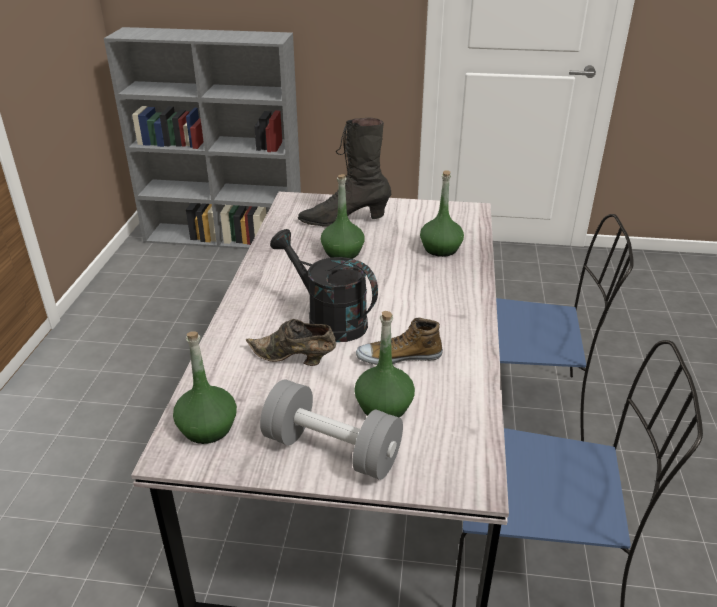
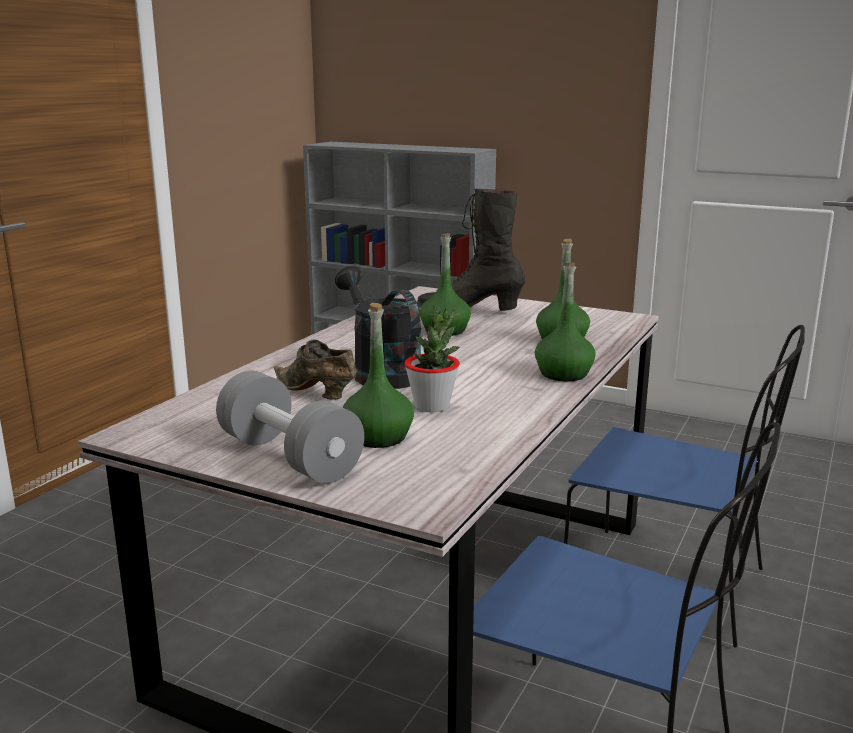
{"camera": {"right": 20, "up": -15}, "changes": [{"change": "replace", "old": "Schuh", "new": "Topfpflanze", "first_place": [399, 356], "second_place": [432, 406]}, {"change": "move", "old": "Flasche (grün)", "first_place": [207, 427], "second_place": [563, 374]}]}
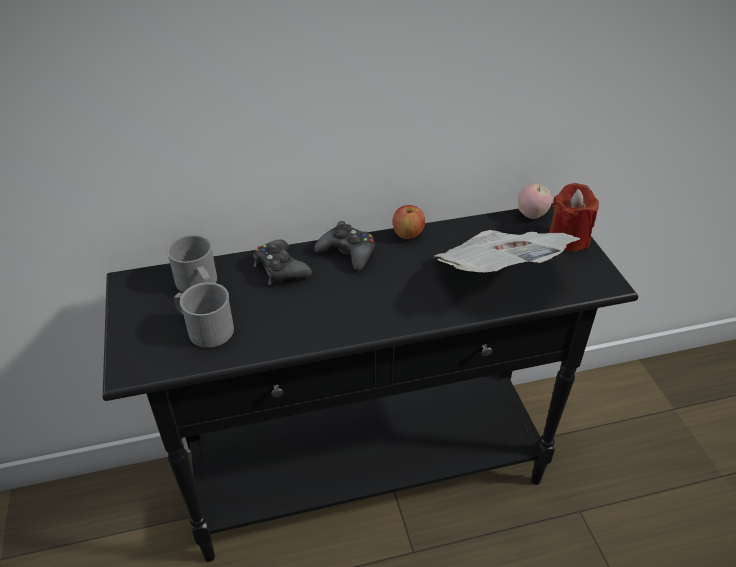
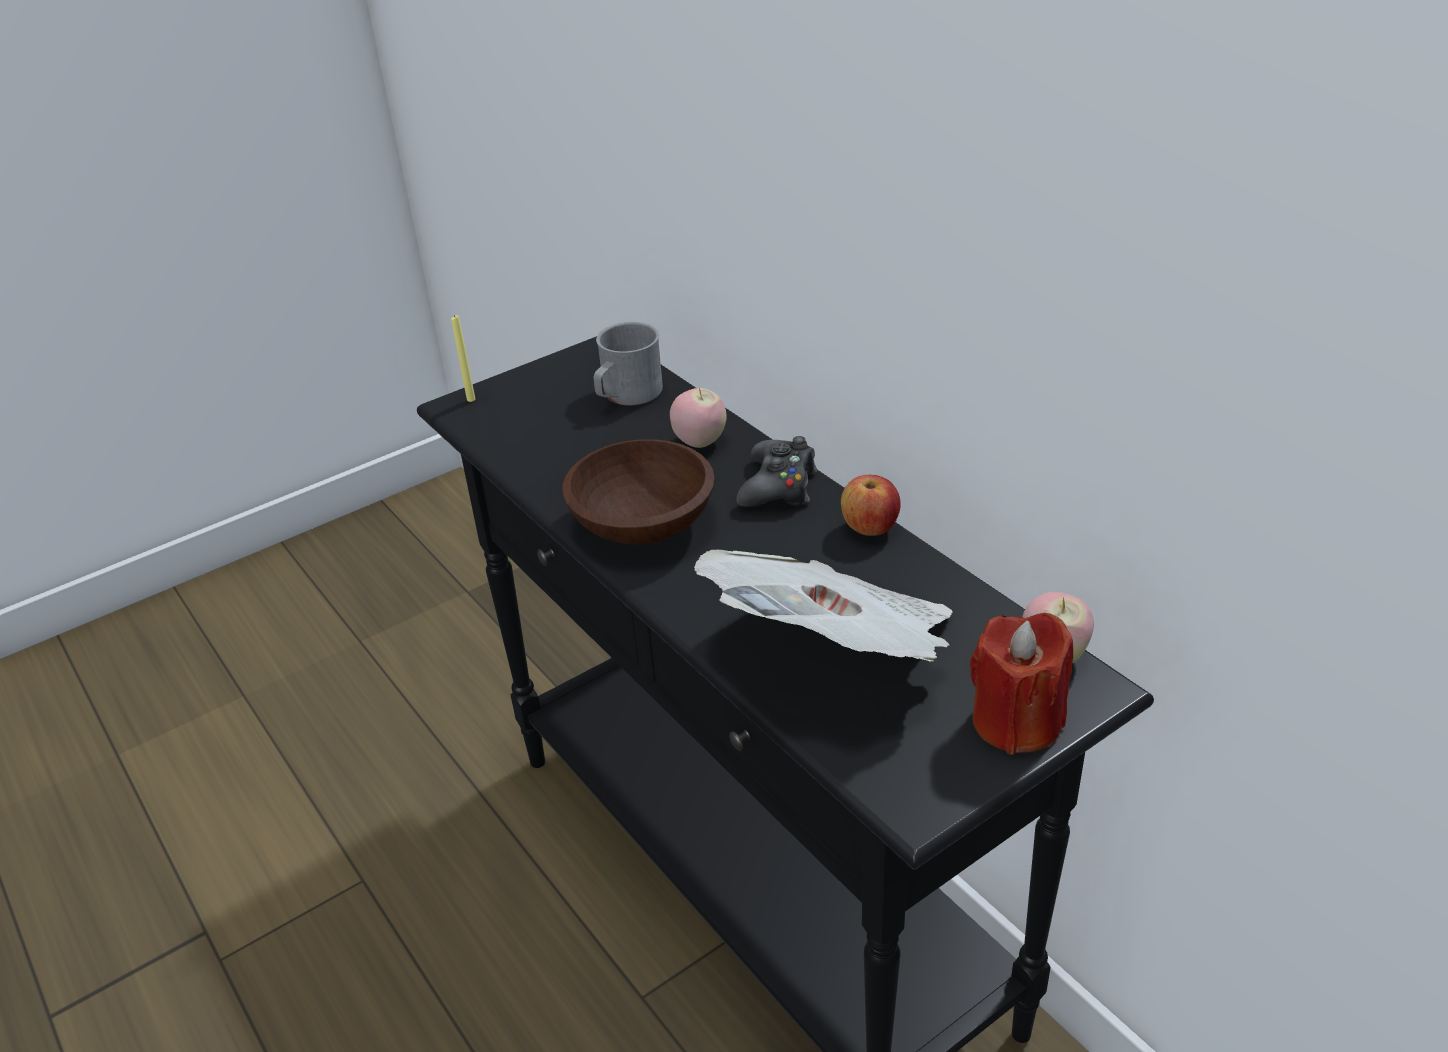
{"camera": {"right": 70, "up": -5}, "changes": [{"change": "replace", "old": "Gamepad (schwarz)", "new": "Apfel", "first_place": [280, 269], "second_place": [699, 442]}, {"change": "delete", "old": "Henkelbecher (grau)", "first_place": [205, 328]}, {"change": "insert", "new": "Kerze (gelb)", "second_place": [471, 399]}, {"change": "insert", "new": "Schüssel (braun)", "second_place": [644, 522]}]}
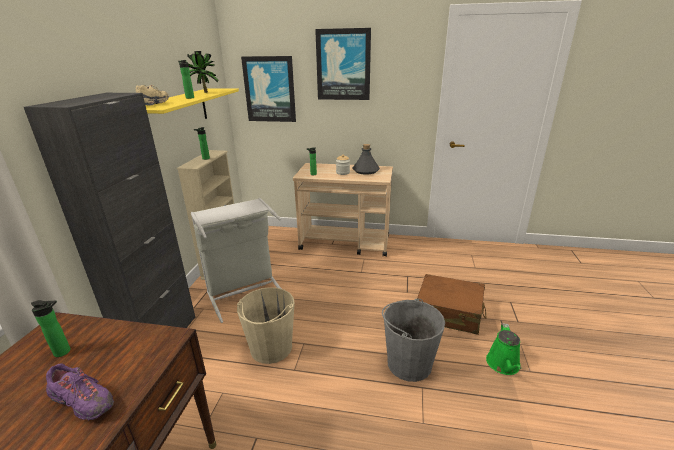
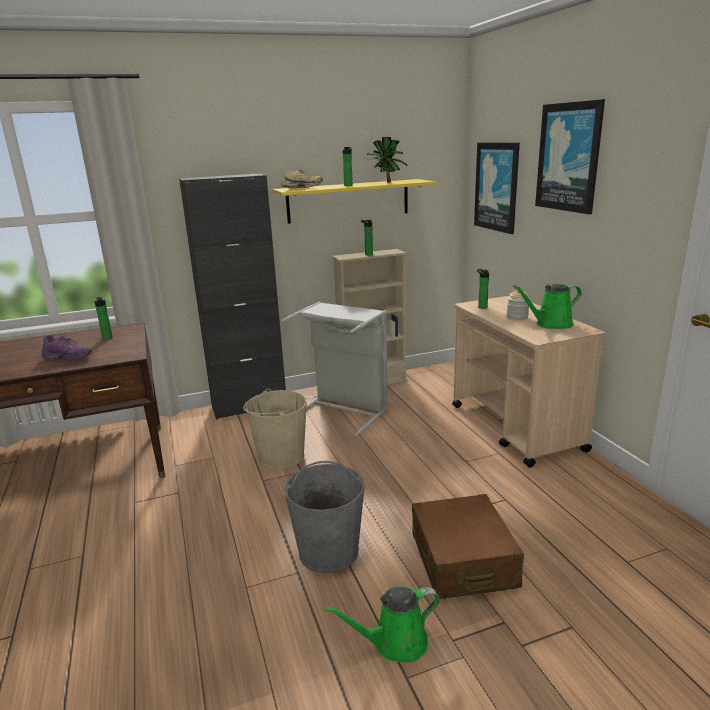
{"camera": {"right": 60, "up": -5}, "changes": [{"change": "replace", "old": "Flasche (grau)", "new": "Gießkanne (grün)", "first_place": [366, 171], "second_place": [551, 324]}, {"change": "rotate", "old": "Schuh (lila)", "first_place": [83, 402], "second_place": [68, 358], "degrees": -75}]}
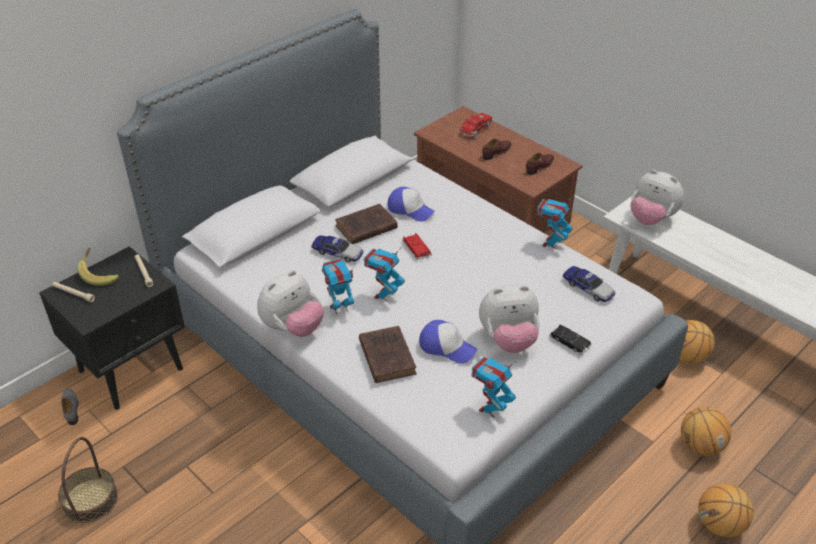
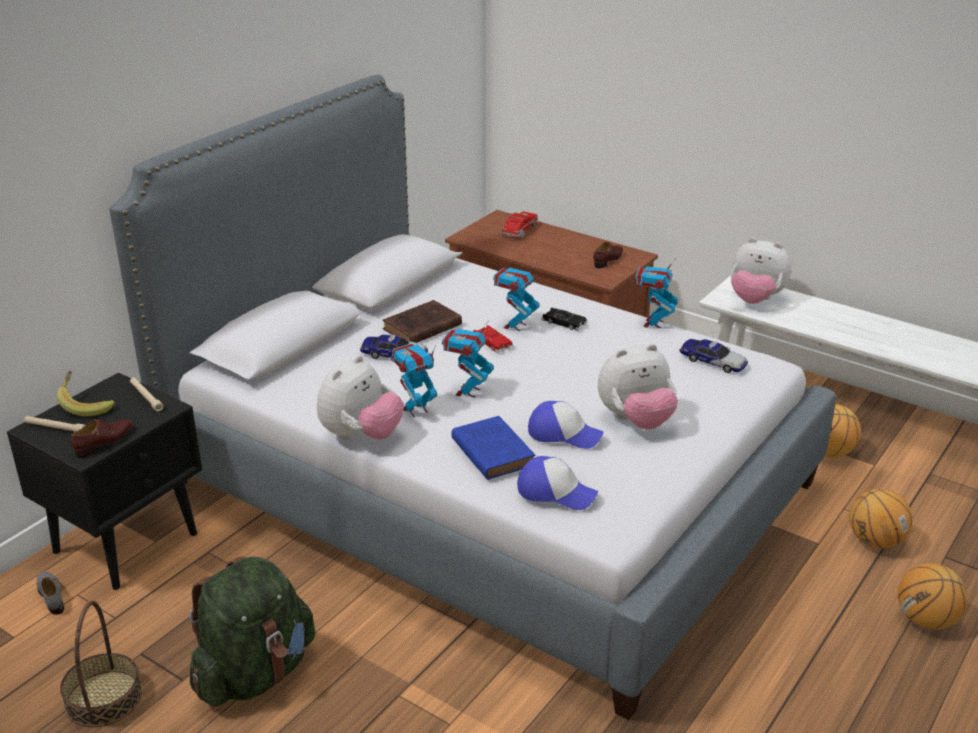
{"camera": {"right": -10, "up": -10}, "changes": [{"change": "move", "old": "Schuh (braun)", "first_place": [497, 152], "second_place": [105, 442]}, {"change": "move", "old": "Kappe", "first_place": [410, 209], "second_place": [556, 492]}, {"change": "move", "old": "Spielzeugauto (schwarz)", "first_place": [570, 342], "second_place": [564, 322]}, {"change": "recolor", "old": "Buch (braun)", "new": "Buch (blau)", "first_place": [386, 356], "second_place": [491, 451]}, {"change": "move", "old": "Spielzeugroboter", "first_place": [490, 409], "second_place": [515, 326]}, {"change": "insert", "new": "Rucksack (grün)", "second_place": [255, 673]}]}
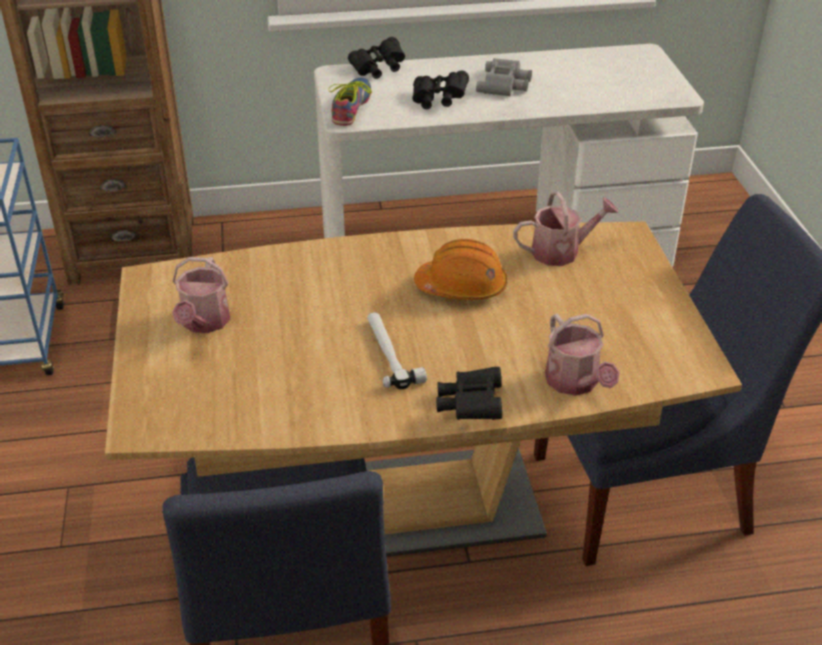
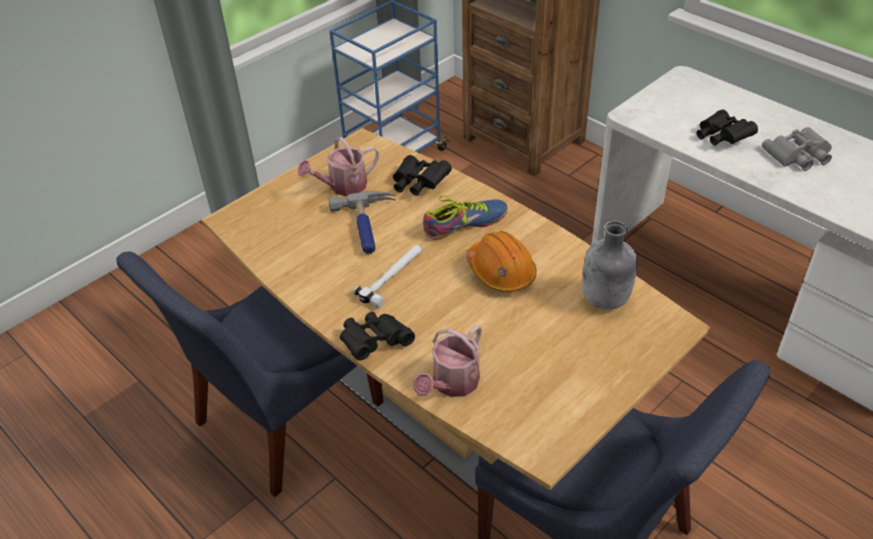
{"camera": {"right": 55, "up": 5}, "changes": [{"change": "move", "old": "Fernglas (schwarz)", "first_place": [378, 69], "second_place": [418, 184]}, {"change": "move", "old": "Schuh", "first_place": [351, 107], "second_place": [464, 224]}, {"change": "replace", "old": "Gießkanne", "new": "Flasche (grau)", "first_place": [561, 251], "second_place": [605, 300]}, {"change": "insert", "new": "Hammer", "second_place": [367, 227]}]}
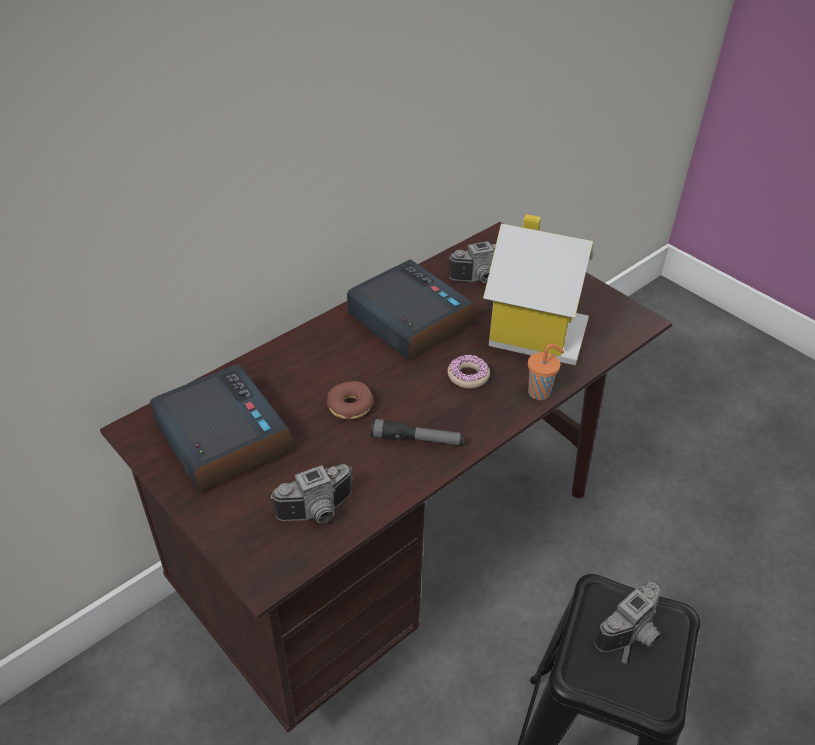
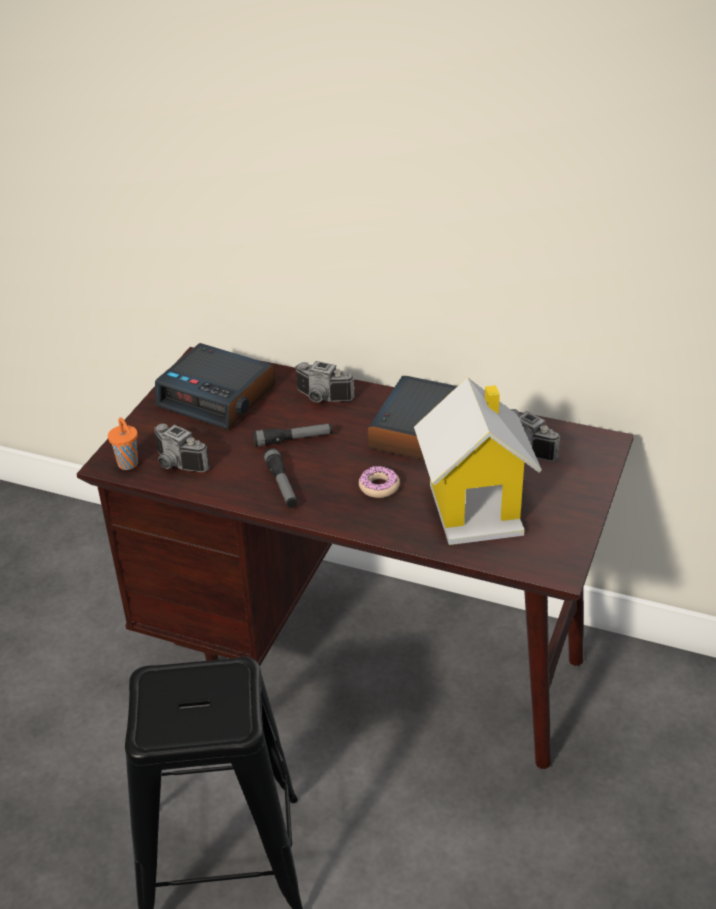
{"camera": {"right": 65, "up": -5}, "changes": [{"change": "move", "old": "Tasse (orange)", "first_place": [540, 393], "second_place": [129, 465]}, {"change": "rotate", "old": "Wecker", "first_place": [223, 437], "second_place": [218, 396], "degrees": 90}, {"change": "replace", "old": "Donut", "new": "Taschenlampe", "first_place": [350, 406], "second_place": [293, 439]}, {"change": "move", "old": "Kamera", "first_place": [634, 634], "second_place": [321, 399]}]}
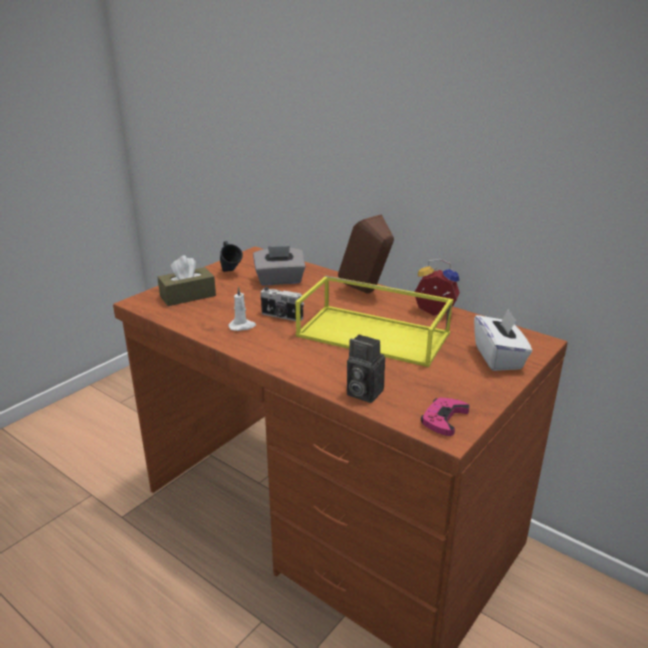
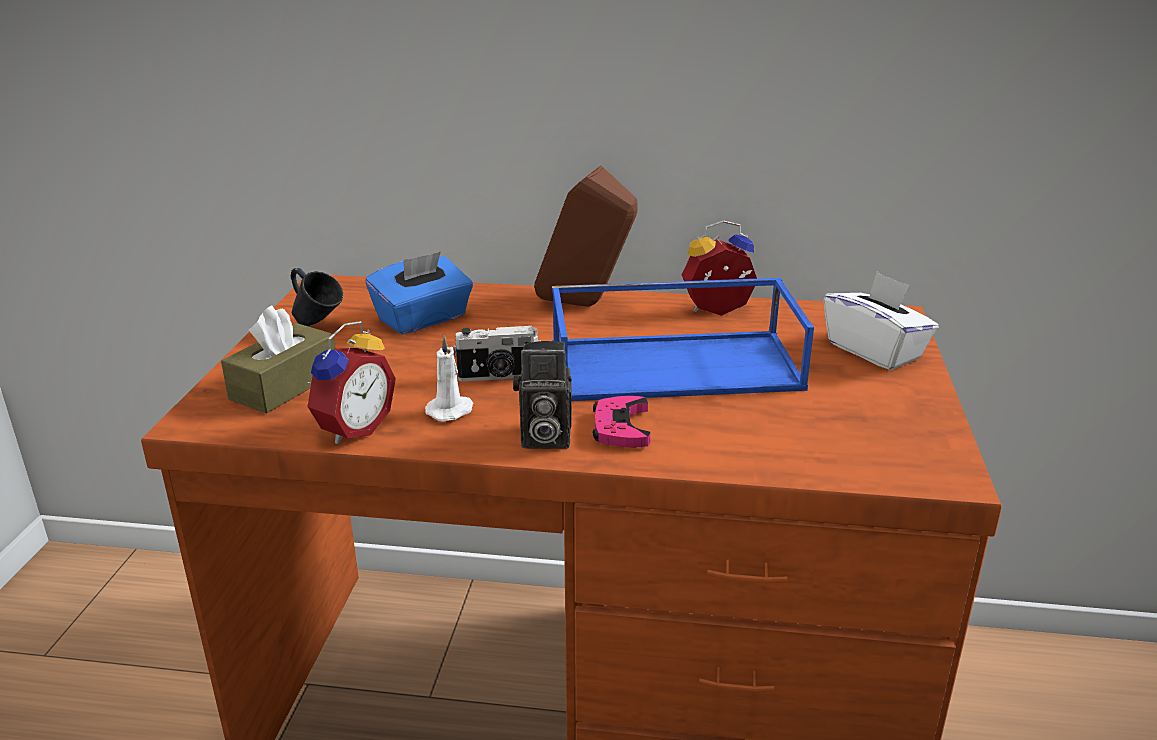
{"camera": {"right": -30, "up": 0}, "changes": [{"change": "recolor", "old": "Taschentuchbox (grau)", "new": "Taschentuchbox (blau)", "first_place": [280, 280], "second_place": [423, 319]}, {"change": "recolor", "old": "Tablett (gelb)", "new": "Tablett (blau)", "first_place": [375, 335], "second_place": [676, 365]}, {"change": "move", "old": "Kamera", "first_place": [362, 393], "second_place": [542, 438]}, {"change": "move", "old": "Gamepad (rosa)", "first_place": [443, 419], "second_place": [620, 428]}, {"change": "insert", "new": "Wecker", "second_place": [352, 428]}]}
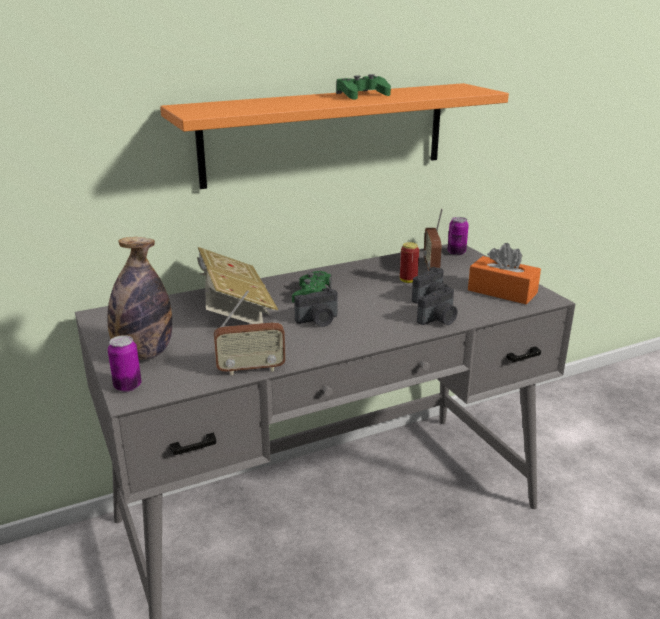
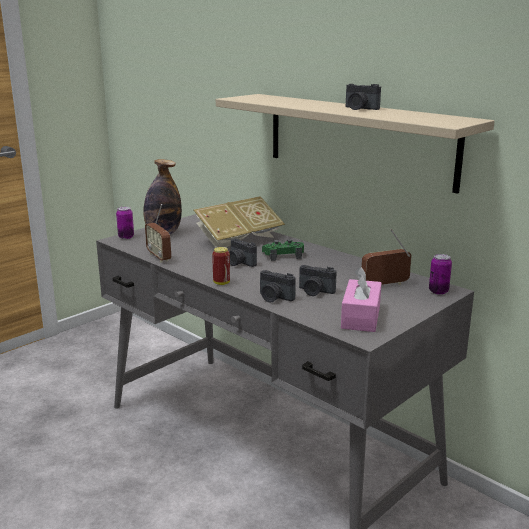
{"camera": {"right": 70, "up": -5}, "changes": [{"change": "replace", "old": "Gamepad (grün)", "new": "Kamera", "first_place": [361, 95], "second_place": [359, 109]}, {"change": "recolor", "old": "Wandregal (orange)", "new": "Wandregal (beige)", "first_place": [326, 134], "second_place": [358, 139]}, {"change": "move", "old": "Dose", "first_place": [408, 281], "second_place": [221, 283]}, {"change": "recolor", "old": "Taschentuchbox (orange)", "new": "Taschentuchbox (rosa)", "first_place": [502, 291], "second_place": [361, 317]}]}
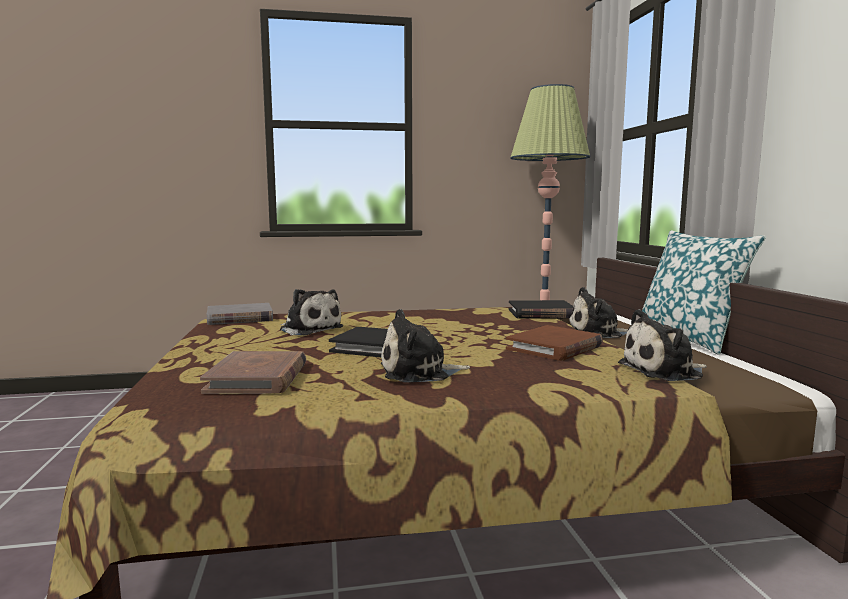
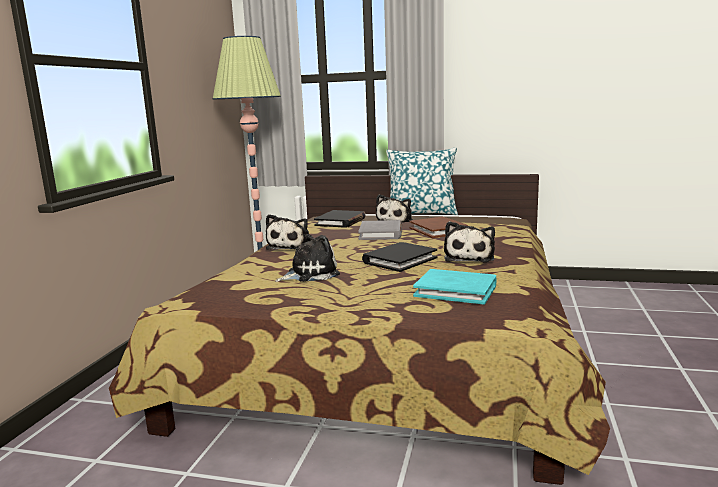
{"camera": {"right": -65, "up": 5}, "changes": [{"change": "move", "old": "Buch (grau)", "first_place": [240, 318], "second_place": [381, 233]}, {"change": "move", "old": "Plüschtier", "first_place": [664, 371], "second_place": [290, 246]}, {"change": "recolor", "old": "Buch (braun)", "new": "Buch (türkis)", "first_place": [258, 378], "second_place": [455, 290]}]}
